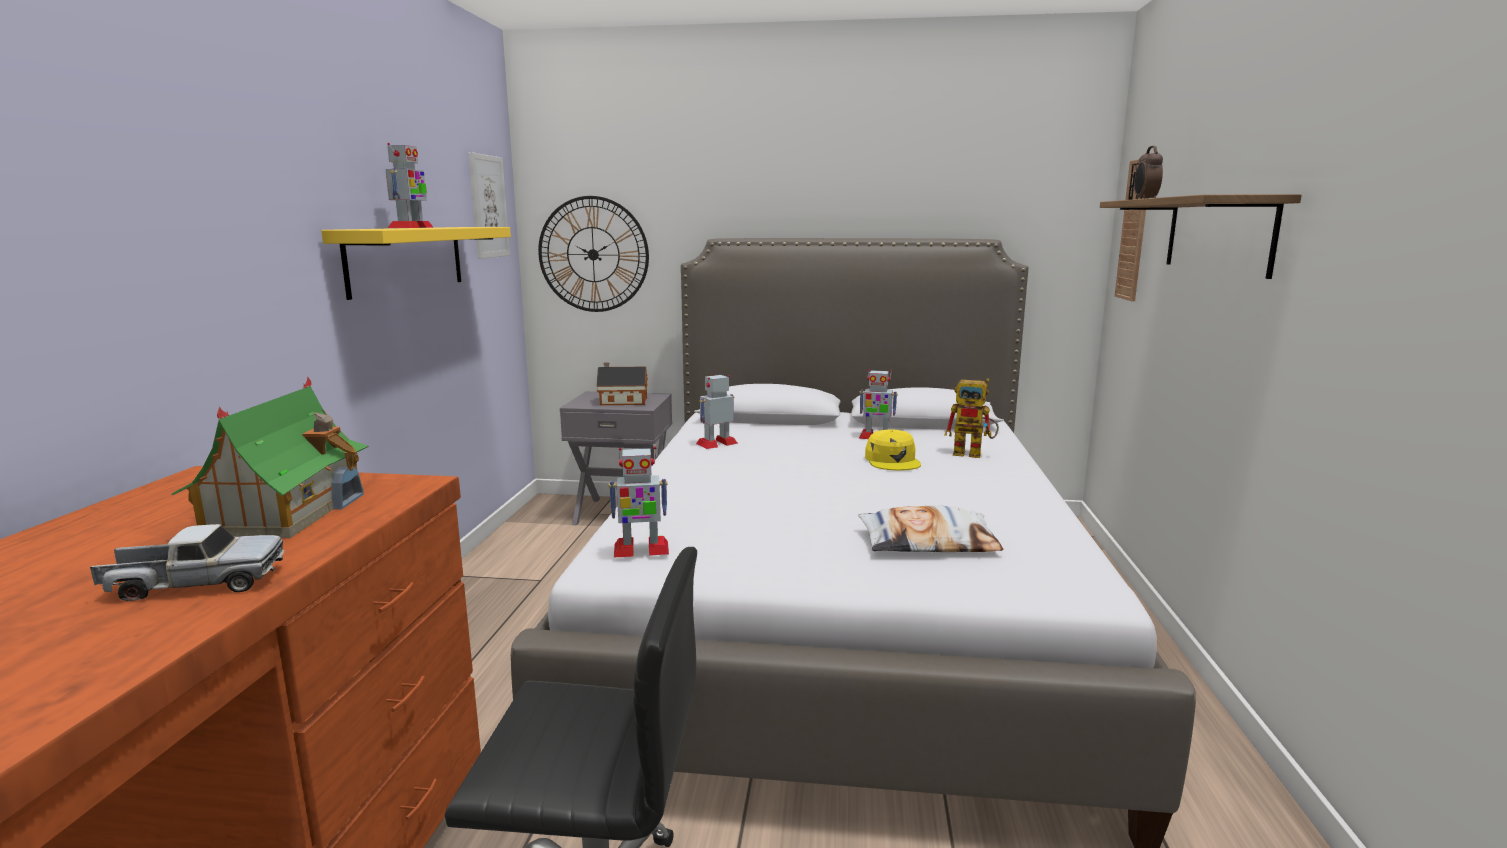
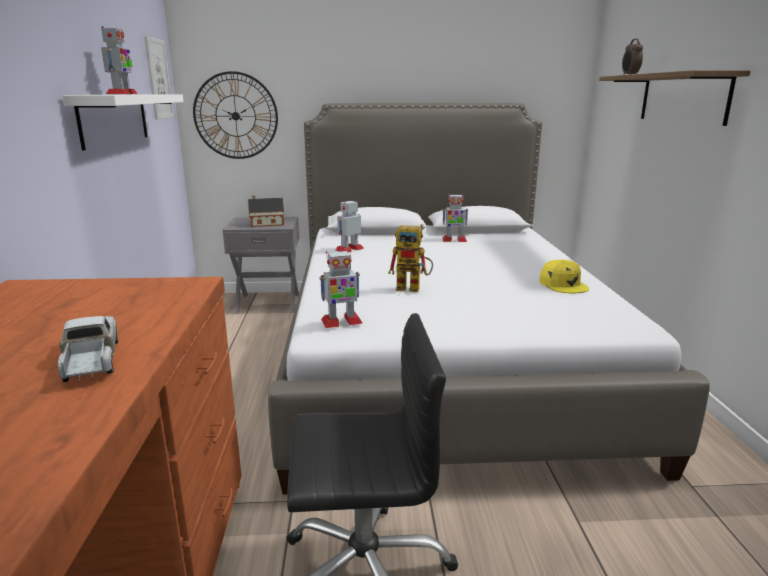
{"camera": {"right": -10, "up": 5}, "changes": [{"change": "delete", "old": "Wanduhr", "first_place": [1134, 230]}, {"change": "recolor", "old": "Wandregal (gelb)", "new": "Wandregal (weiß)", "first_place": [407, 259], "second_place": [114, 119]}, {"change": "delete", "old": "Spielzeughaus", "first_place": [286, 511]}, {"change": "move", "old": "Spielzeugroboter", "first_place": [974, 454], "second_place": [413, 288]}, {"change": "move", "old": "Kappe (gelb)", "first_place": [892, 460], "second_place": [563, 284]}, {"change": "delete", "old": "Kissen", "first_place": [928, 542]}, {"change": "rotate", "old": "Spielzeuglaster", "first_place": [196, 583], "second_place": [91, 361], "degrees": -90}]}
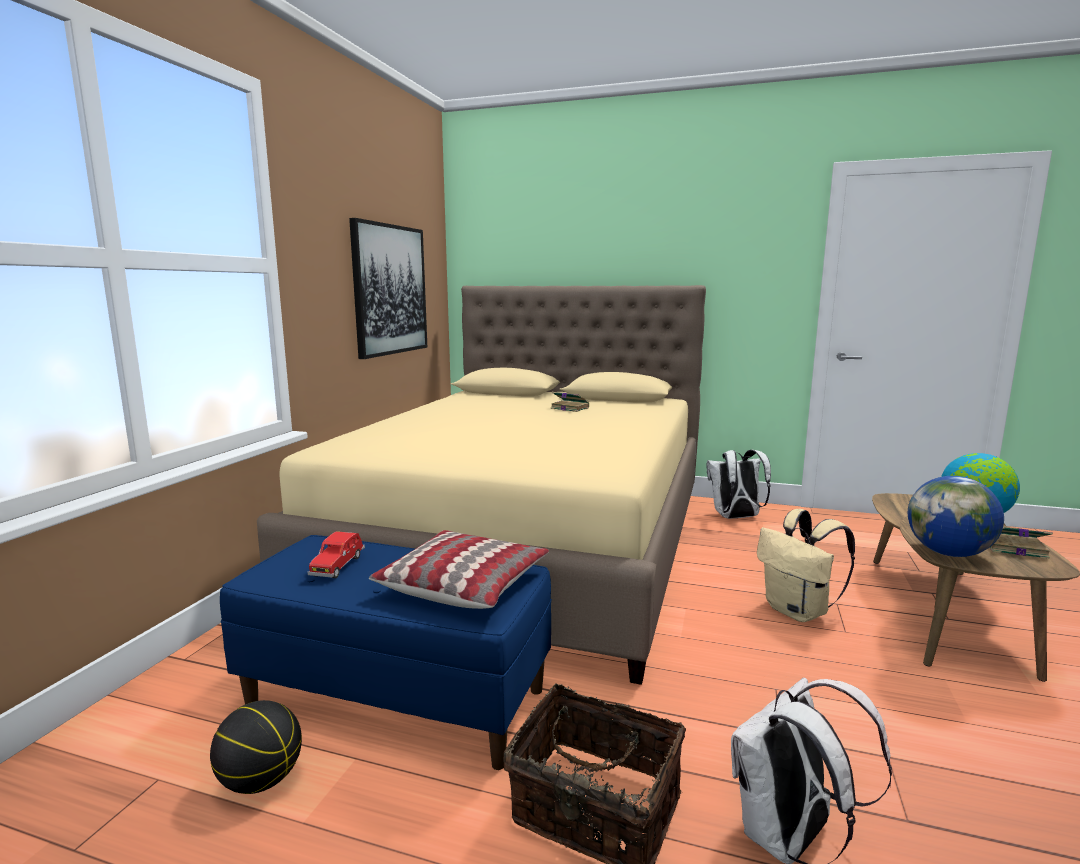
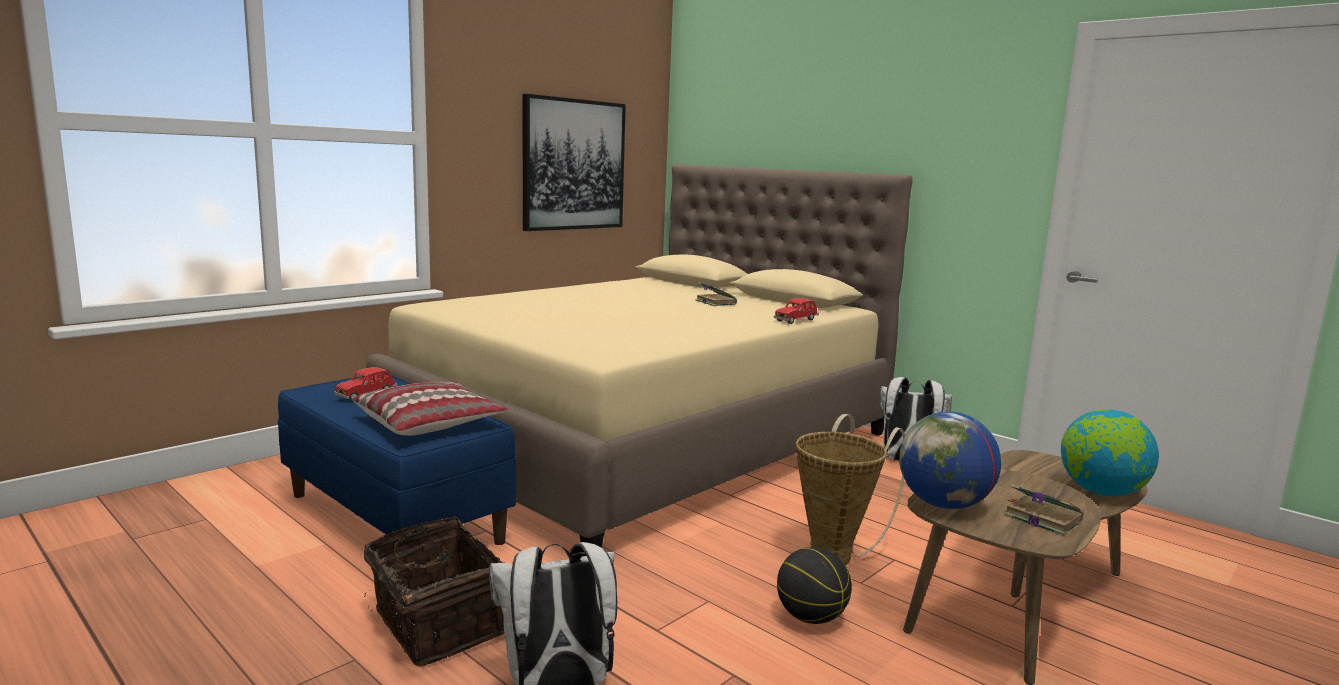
{"camera": {"right": 25, "up": 0}, "changes": [{"change": "replace", "old": "Rucksack (beige)", "new": "Korb", "first_place": [798, 612], "second_place": [836, 554]}, {"change": "move", "old": "Basketball", "first_place": [261, 780], "second_place": [811, 617]}, {"change": "insert", "new": "Spielzeugauto (rot)", "second_place": [796, 320]}]}
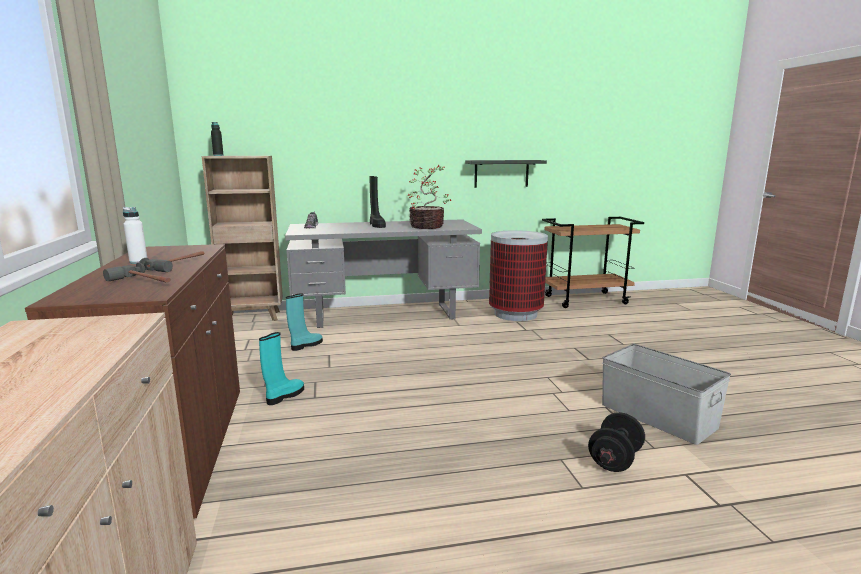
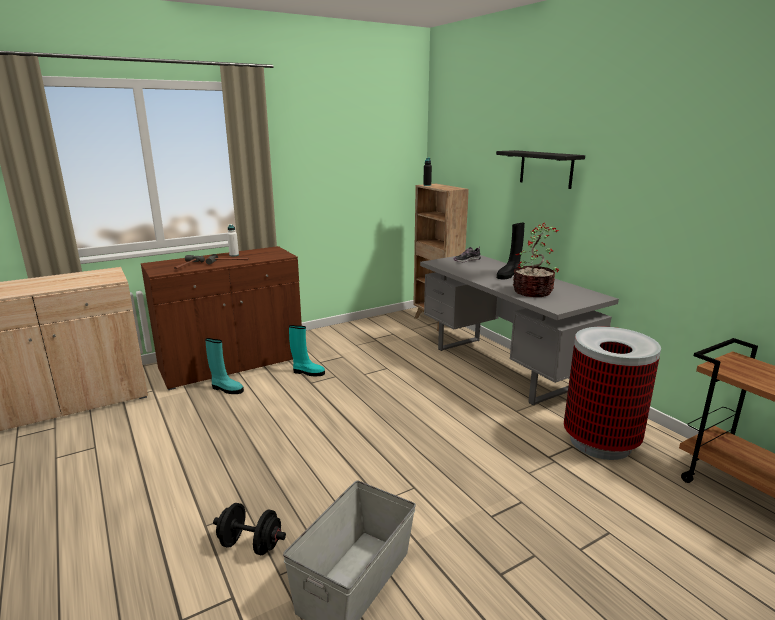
{"camera": {"right": 70, "up": 5}, "changes": [{"change": "move", "old": "Wandregal (schwarz)", "first_place": [501, 173], "second_place": [546, 169]}, {"change": "move", "old": "Stiefel (türkis)", "first_place": [306, 345], "second_place": [226, 389]}]}
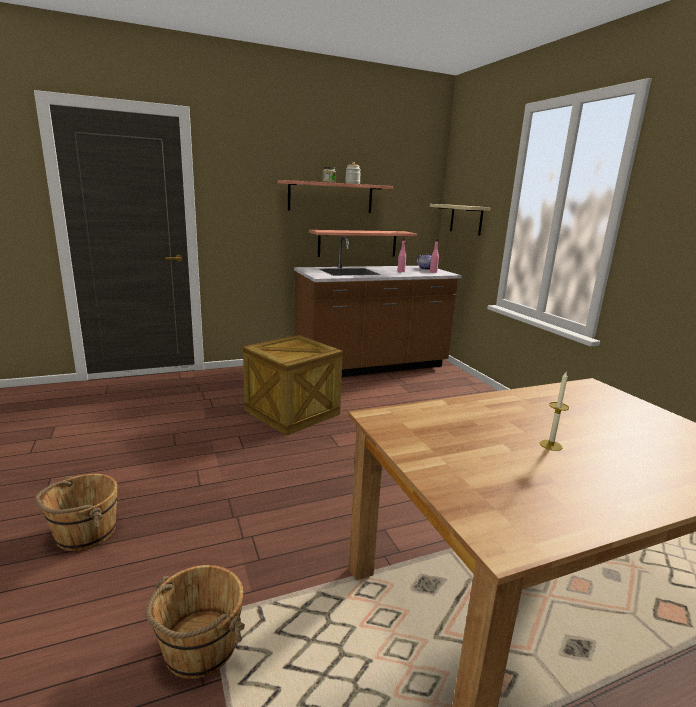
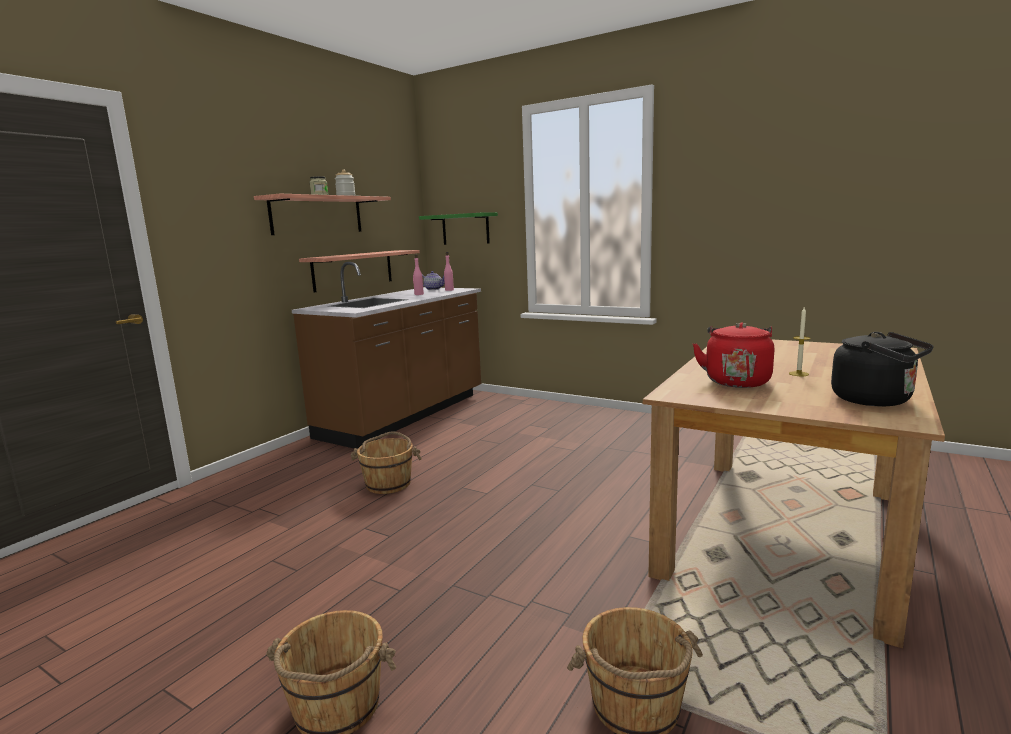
{"camera": {"right": -35, "up": -5}, "changes": [{"change": "recolor", "old": "Wandregal (beige)", "new": "Wandregal (grün)", "first_place": [466, 219], "second_place": [465, 229]}, {"change": "replace", "old": "Kiste", "new": "Eimer (braun)", "first_place": [292, 412], "second_place": [388, 483]}, {"change": "insert", "new": "Wasserkessel (rot)", "second_place": [736, 381]}, {"change": "insert", "new": "Wasserkessel (schwarz)", "second_place": [876, 400]}]}
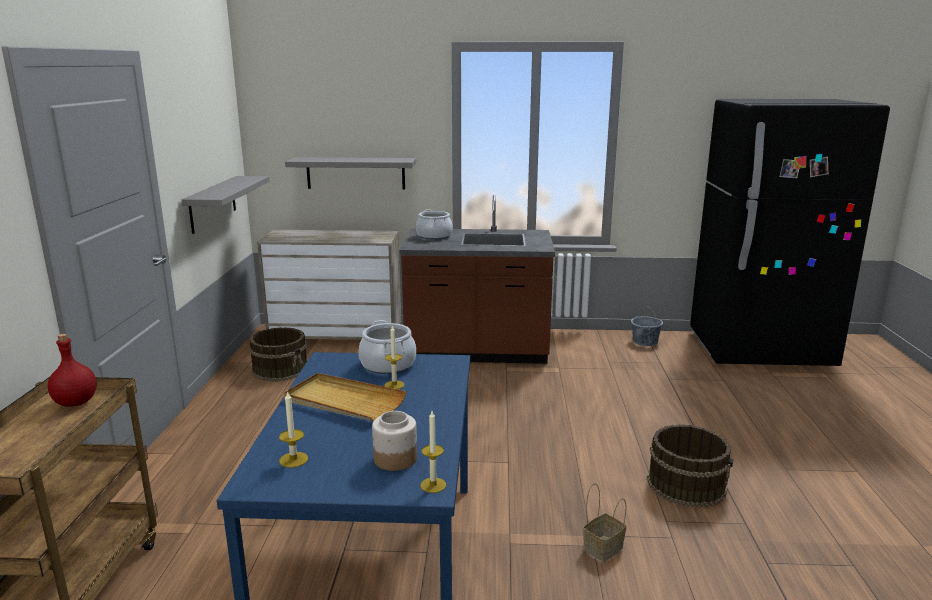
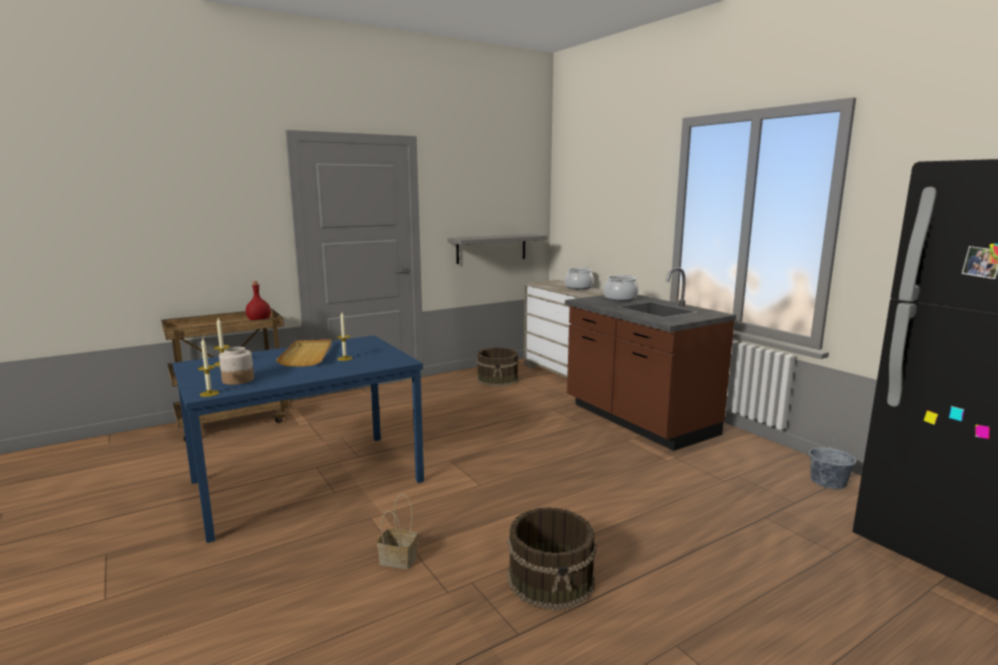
{"camera": {"right": 55, "up": -5}, "changes": [{"change": "delete", "old": "Wandregal (grau)", "first_place": [355, 173]}, {"change": "move", "old": "Kochtopf", "first_place": [387, 365], "second_place": [578, 287]}]}
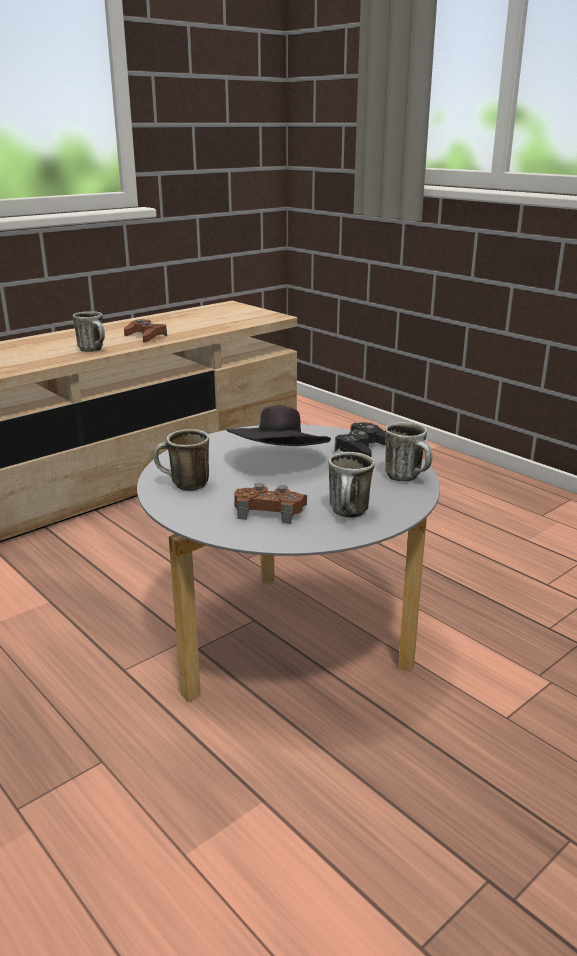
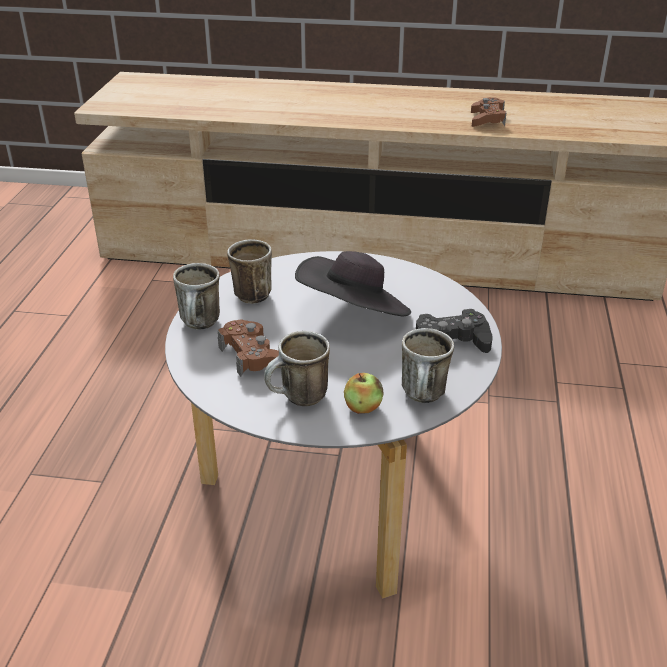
{"camera": {"right": 50, "up": 10}, "changes": [{"change": "move", "old": "Henkelbecher", "first_place": [94, 350], "second_place": [201, 325]}, {"change": "insert", "new": "Apfel", "second_place": [362, 407]}]}
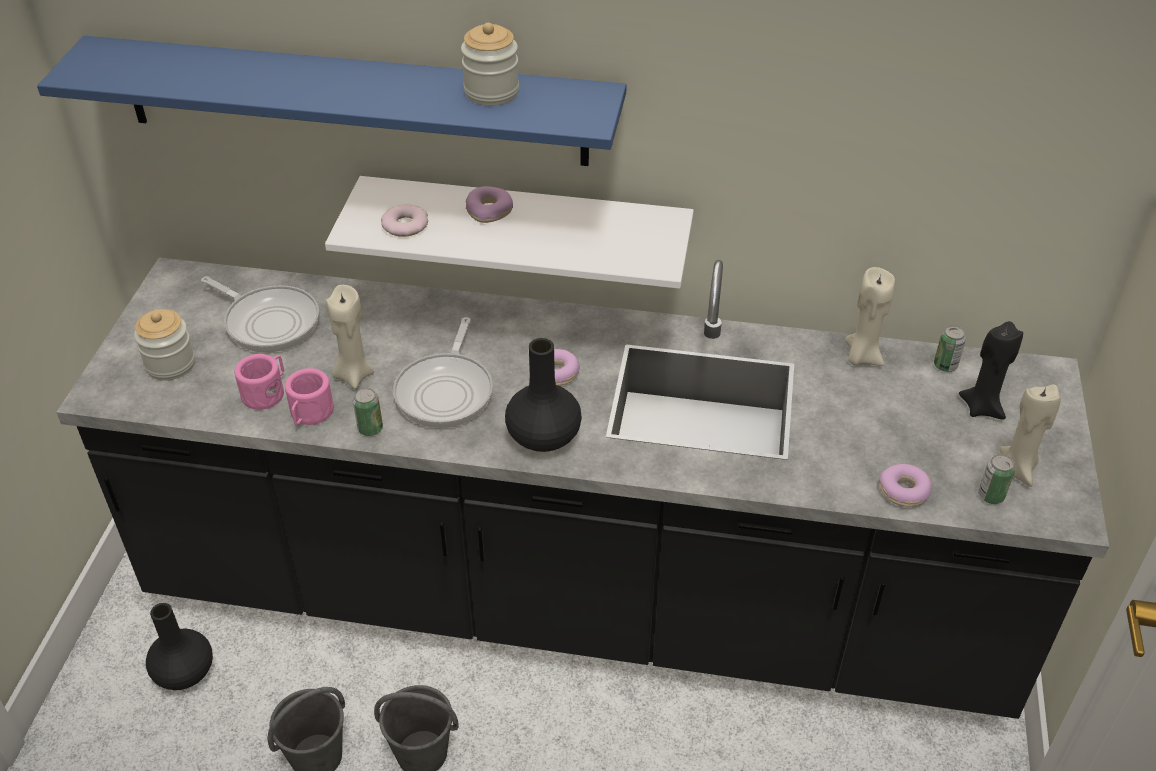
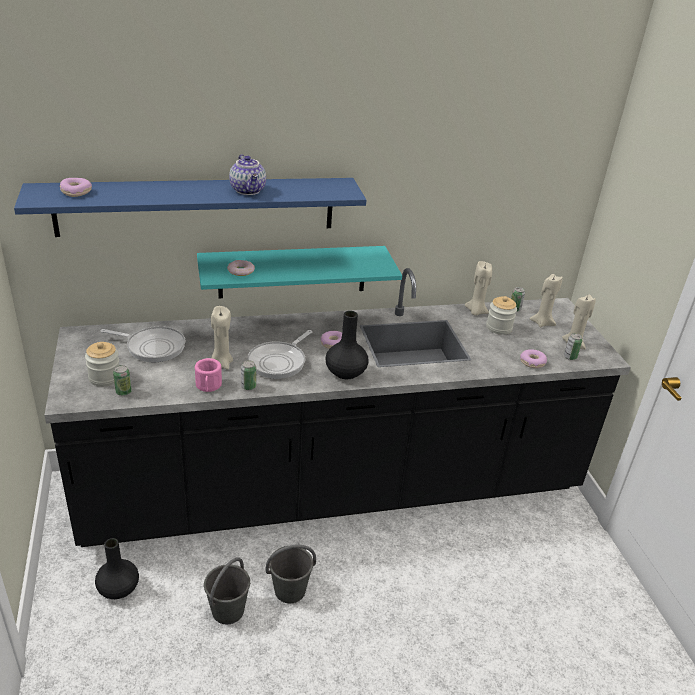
{"camera": {"right": -25, "up": -10}, "changes": [{"change": "move", "old": "Vorratsglas", "first_place": [491, 92], "second_place": [499, 328]}, {"change": "recolor", "old": "Wandregal (weiß)", "new": "Wandregal (türkis)", "first_place": [525, 229], "second_place": [293, 271]}, {"change": "move", "old": "Donut", "first_place": [489, 211], "second_place": [76, 192]}, {"change": "rotate", "old": "Pfanne", "first_place": [446, 391], "second_place": [279, 362], "degrees": 45}, {"change": "recolor", "old": "Kerze (schwarz)", "new": "Kerze (beige)", "first_place": [982, 407], "second_place": [542, 323]}, {"change": "delete", "old": "Henkelbecher (rosa)", "first_place": [266, 392]}, {"change": "insert", "new": "Teekanne", "second_place": [249, 190]}, {"change": "insert", "new": "Dose", "second_place": [123, 392]}]}
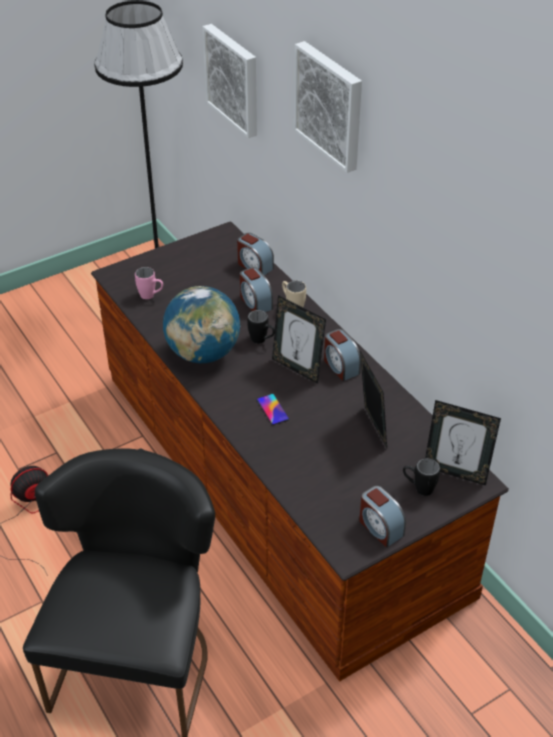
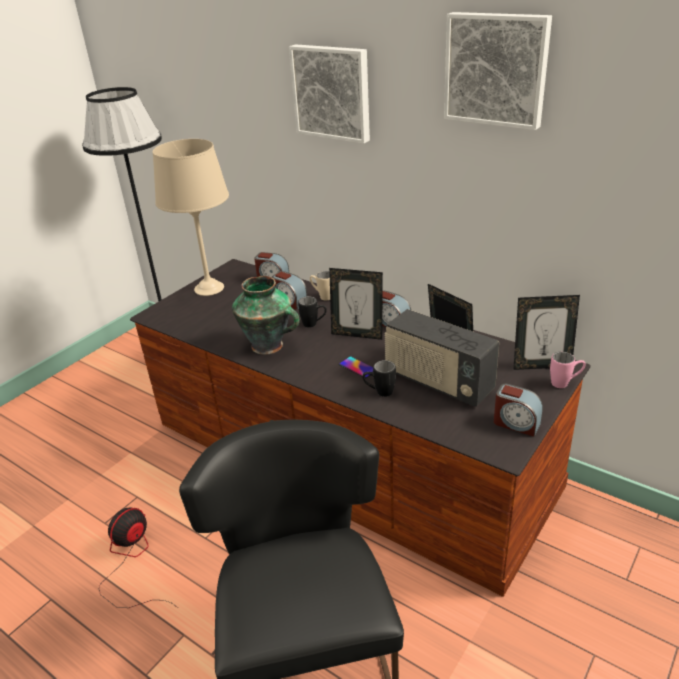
{"camera": {"right": -20, "up": -10}, "changes": [{"change": "move", "old": "Bild", "first_place": [234, 79], "second_place": [496, 69]}, {"change": "move", "old": "Henkelbecher (rosa)", "first_place": [151, 296], "second_place": [565, 383]}, {"change": "replace", "old": "Globus", "new": "Vase", "first_place": [203, 353], "second_place": [269, 346]}, {"change": "move", "old": "Henkelbecher (schwarz)", "first_place": [418, 488], "second_place": [379, 392]}, {"change": "insert", "new": "Tischlampe (beige)", "second_place": [209, 288]}, {"change": "insert", "new": "Radio", "second_place": [438, 382]}]}
